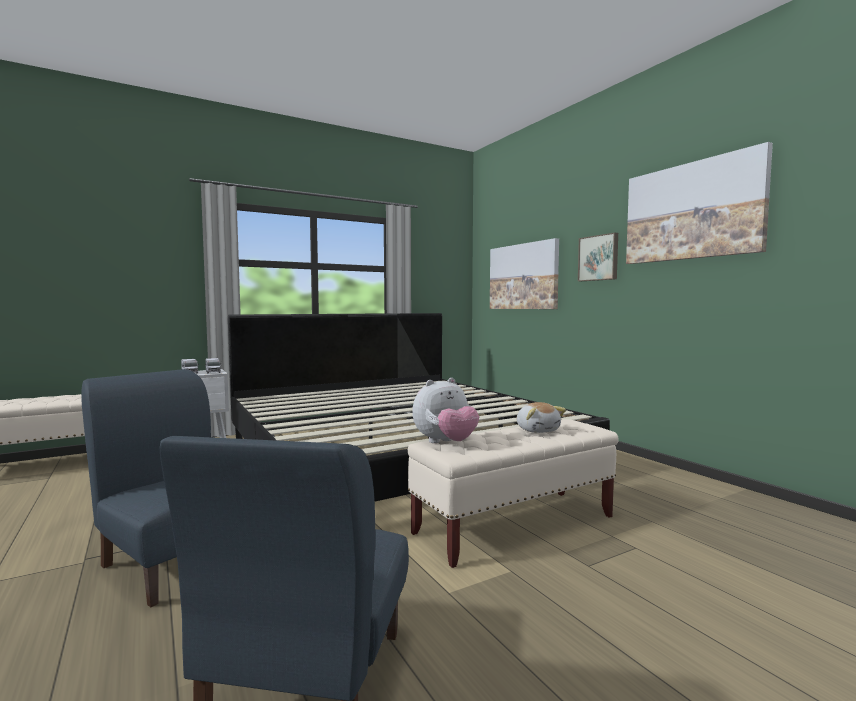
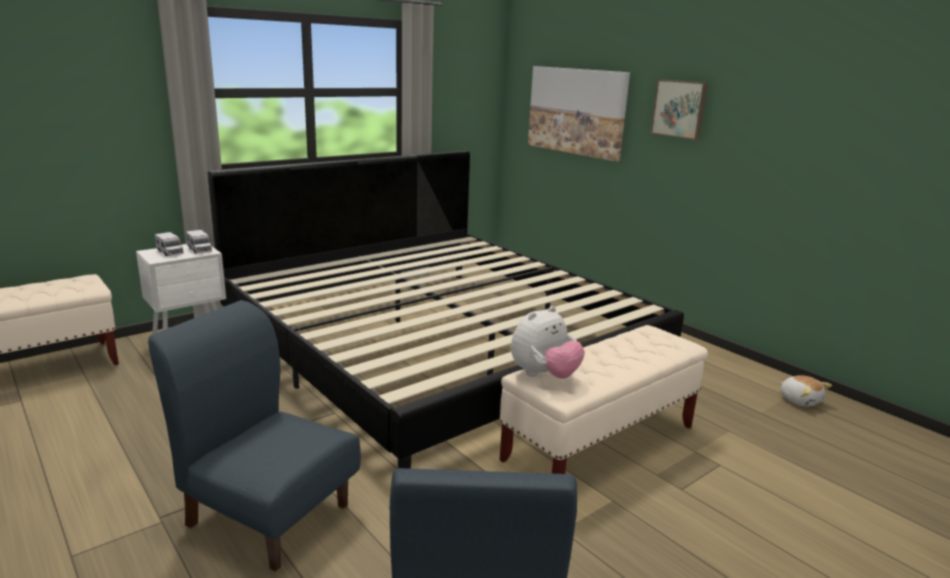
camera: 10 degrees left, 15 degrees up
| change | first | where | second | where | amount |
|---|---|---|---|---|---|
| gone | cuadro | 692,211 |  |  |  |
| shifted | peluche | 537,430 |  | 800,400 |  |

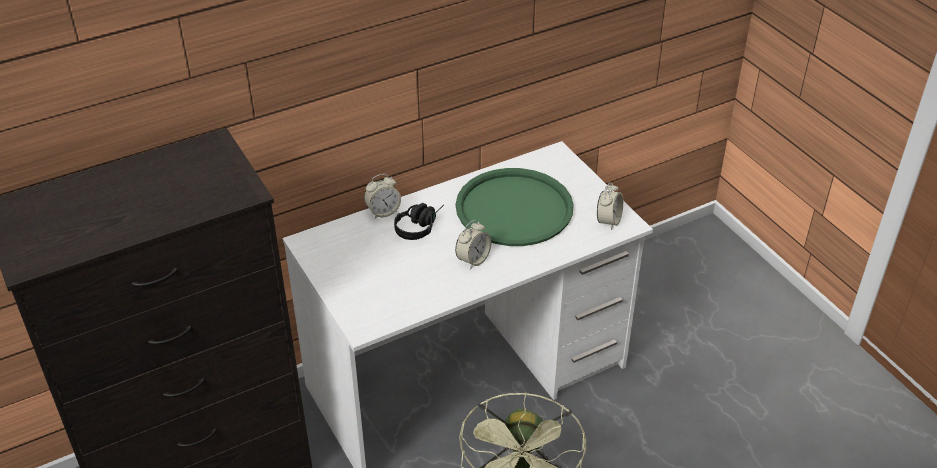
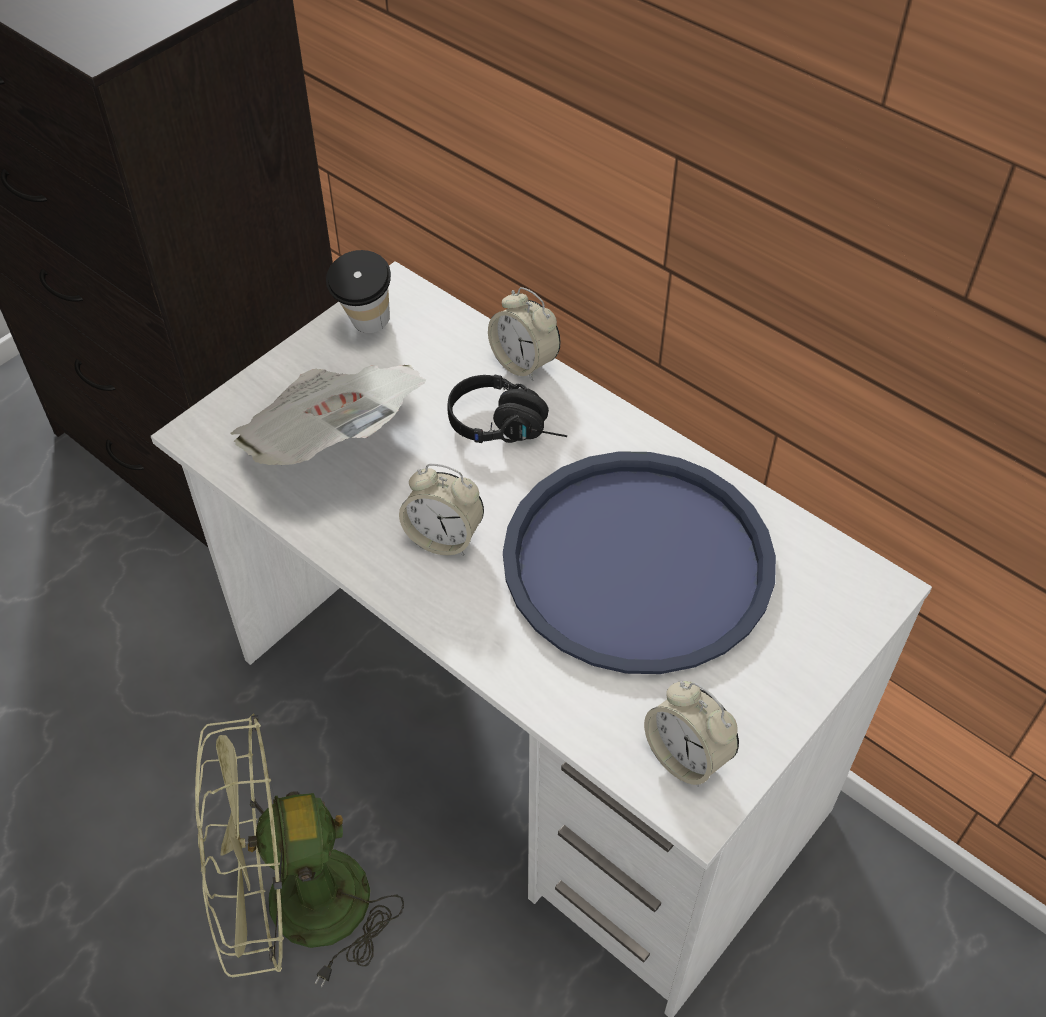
camera: 70 degrees right, 10 degrees up
| change | first | where | second | where | amount |
|---|---|---|---|---|---|
| new |  |  | periódico | 332,443 |  |
| new |  |  | taza | 366,329 |  |
| repainted | bandeja/verde | 514,208 | bandeja/azul | 638,561 |  |
| rotated | despertador | 608,221 |  | 686,756 | 45 degrees clockwise |

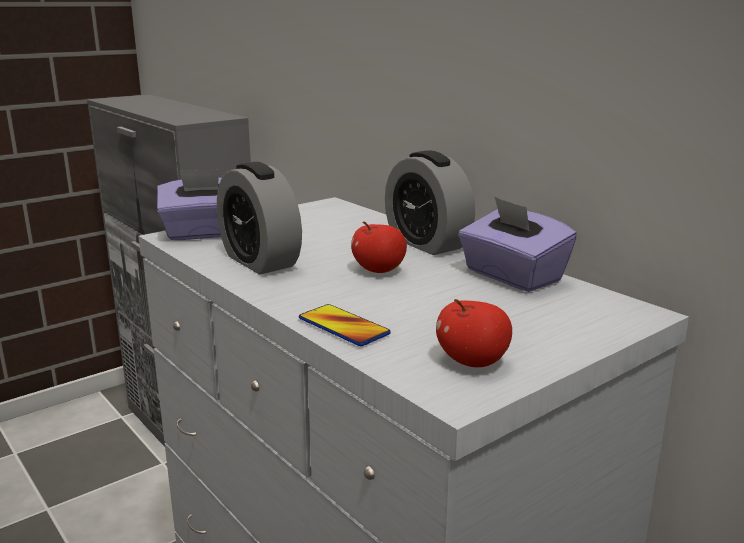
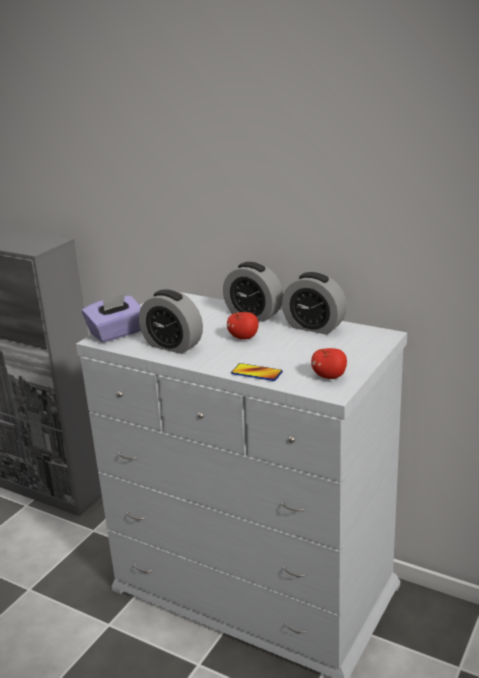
camera: 20 degrees left, 5 degrees up
| change | first | where | second | where | amount |
|---|---|---|---|---|---|
| swapped | caja de pañuelos/morado | 512,276 | despertador | 314,327 |  |

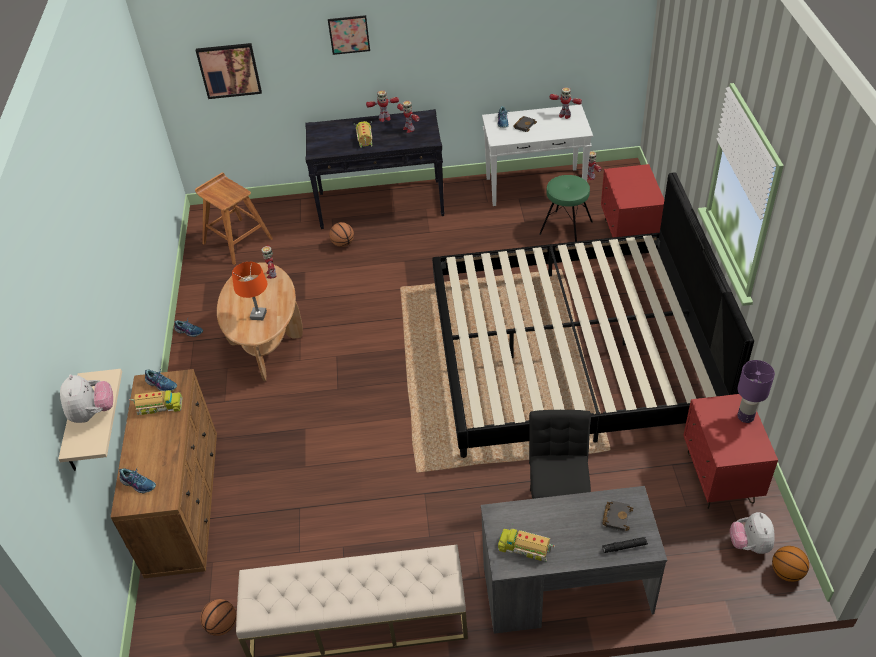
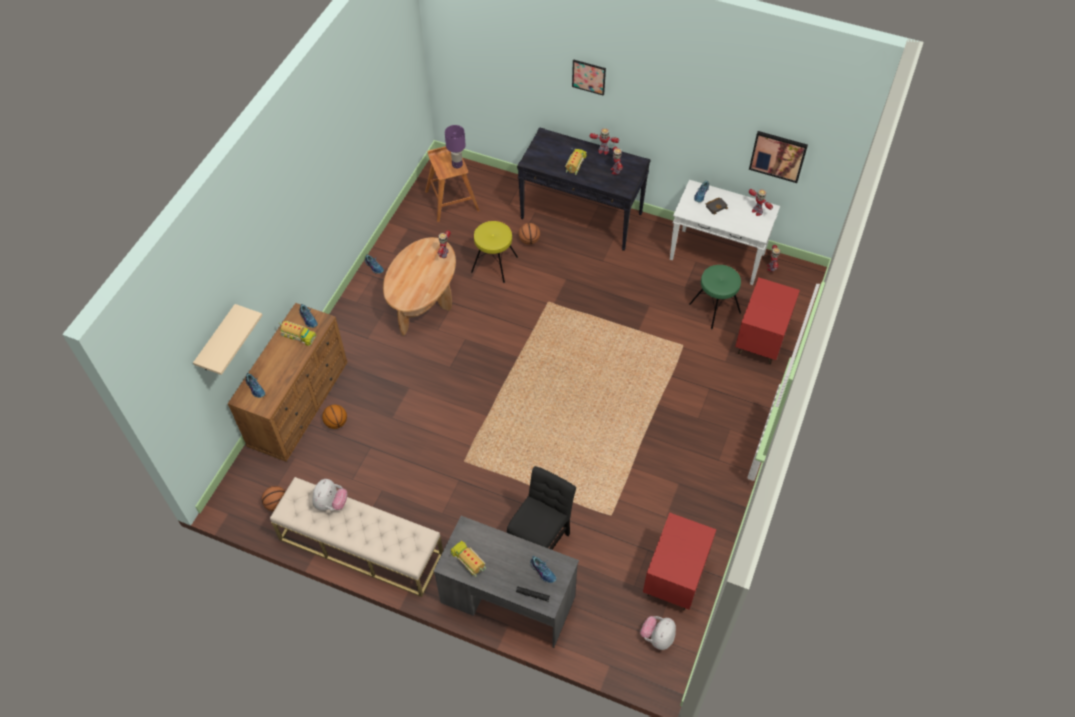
camera: 25 degrees right, 10 degrees up
| change | first | where | second | where | amount |
|---|---|---|---|---|---|
| gone | lámpara de mesa/naranja | 258,315 |  |  |  |
| gone | cama | 570,353 |  |  |  |
| new |  |  | taburete/amarillo | 494,264 |  |
| shifted | peluche | 93,413 |  | 331,503 |  |
| shifted | cuadro | 229,70 |  | 778,156 |  |
| shifted | lámpara de mesa/morado | 745,416 |  | 457,164 |  |
| shifted | balón de baloncesto | 787,572 |  | 336,423 |  |
| swapped | libro/negro | 616,516 | zapato | 543,571 |  |

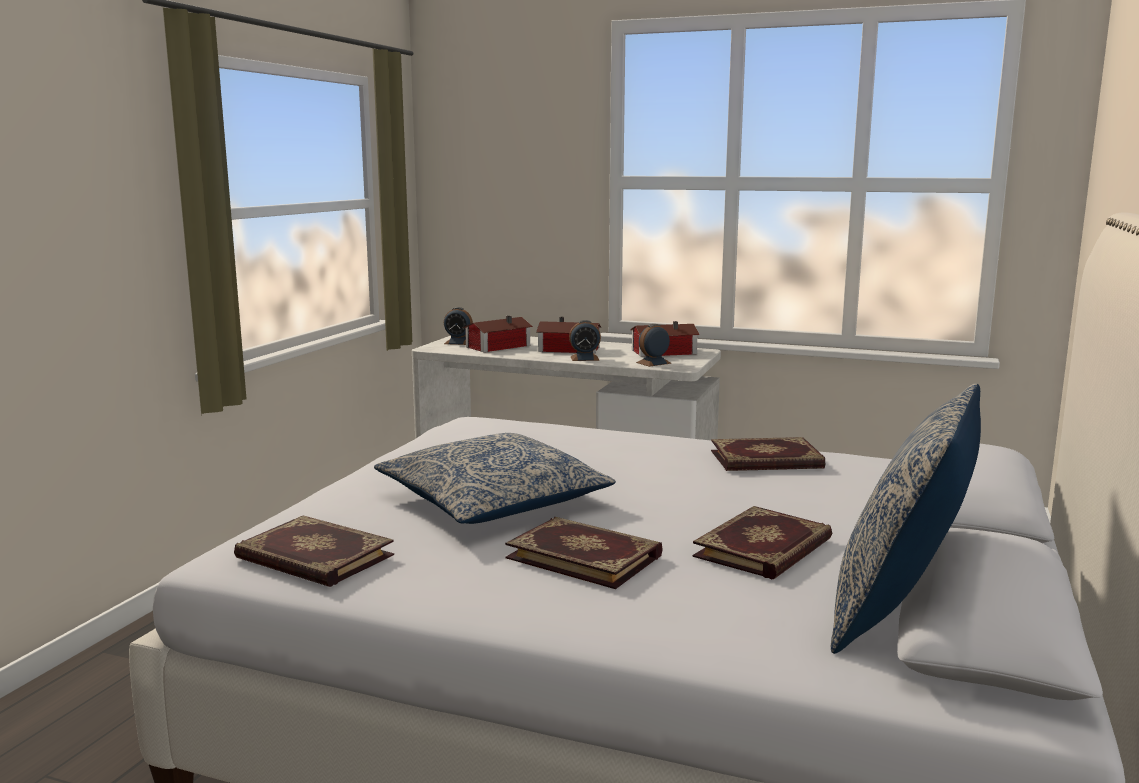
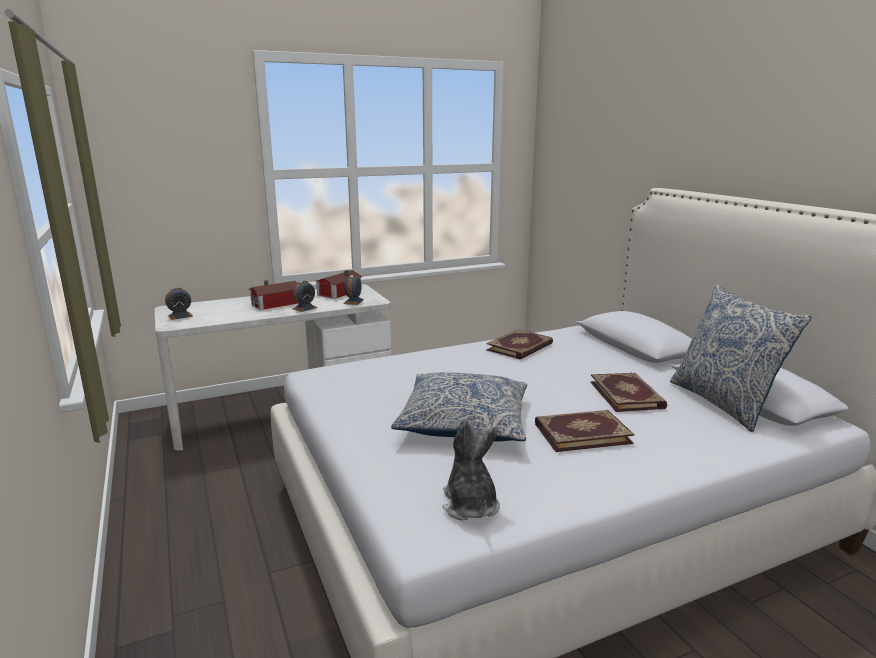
camera: 45 degrees left, 5 degrees up
| change | first | where | second | where | amount |
|---|---|---|---|---|---|
| gone | casita | 496,346 |  |  |  |
| swapped | libro | 313,558 | peluche | 470,505 |  |

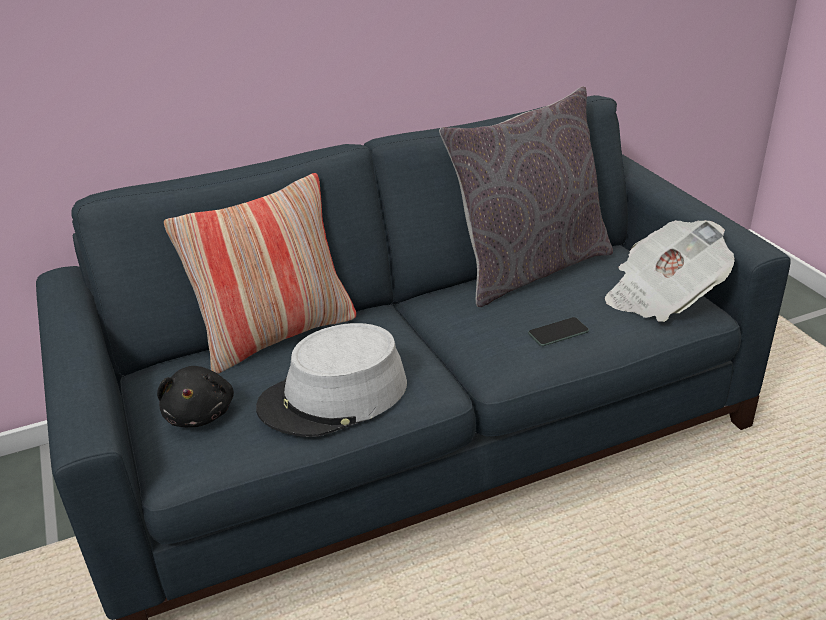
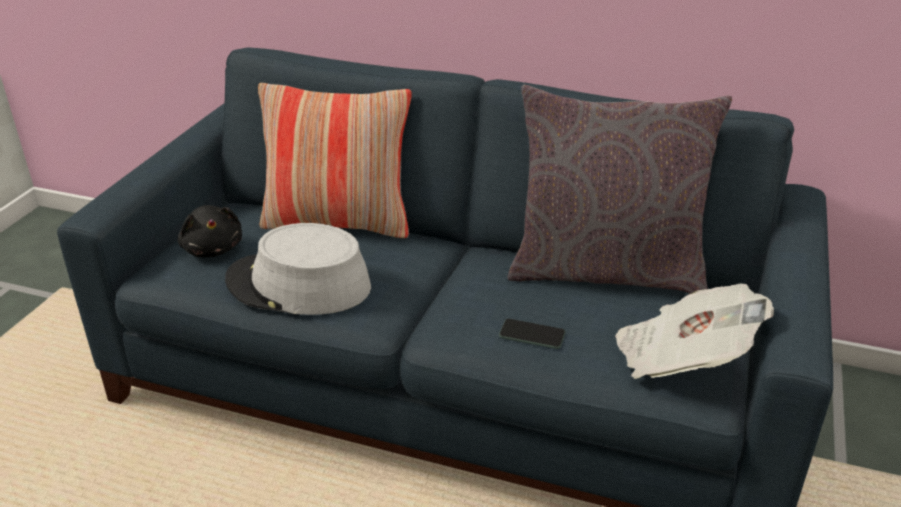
camera: 40 degrees right, 0 degrees up
| change | first | where | second | where | amount |
|---|---|---|---|---|---|
| rotated | peluche/negro | 200,413 |  | 213,248 | 60 degrees counterclockwise |

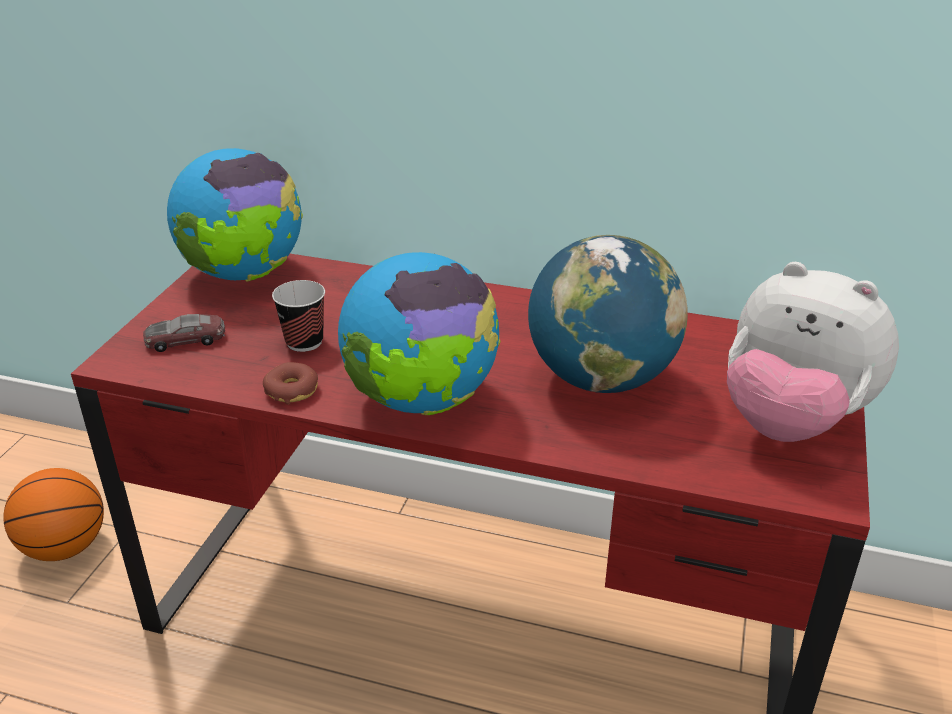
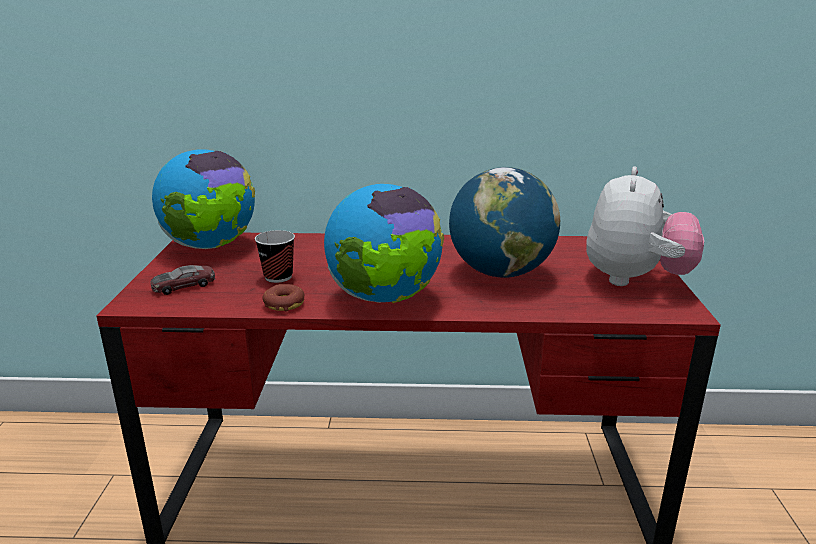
camera: 15 degrees left, 10 degrees down
| change | first | where | second | where | amount |
|---|---|---|---|---|---|
| gone | balón de baloncesto | 65,547 |  |  |  |
| rotated | peluche | 791,422 |  | 635,280 | 90 degrees counterclockwise |

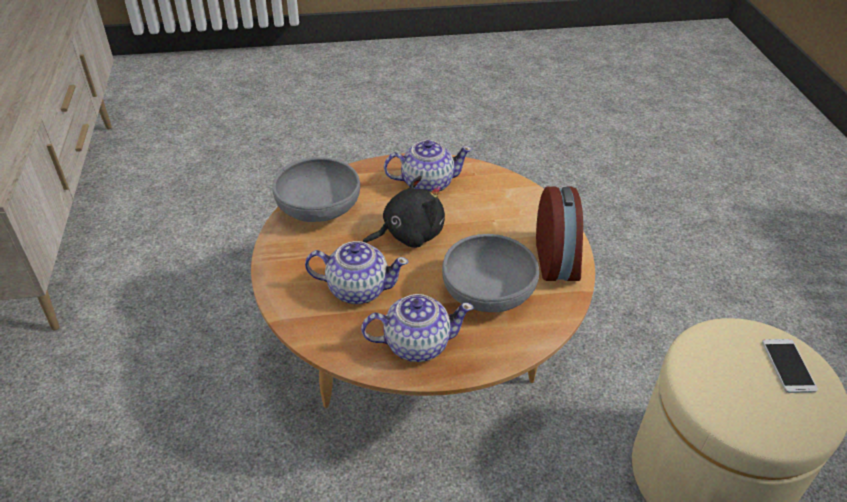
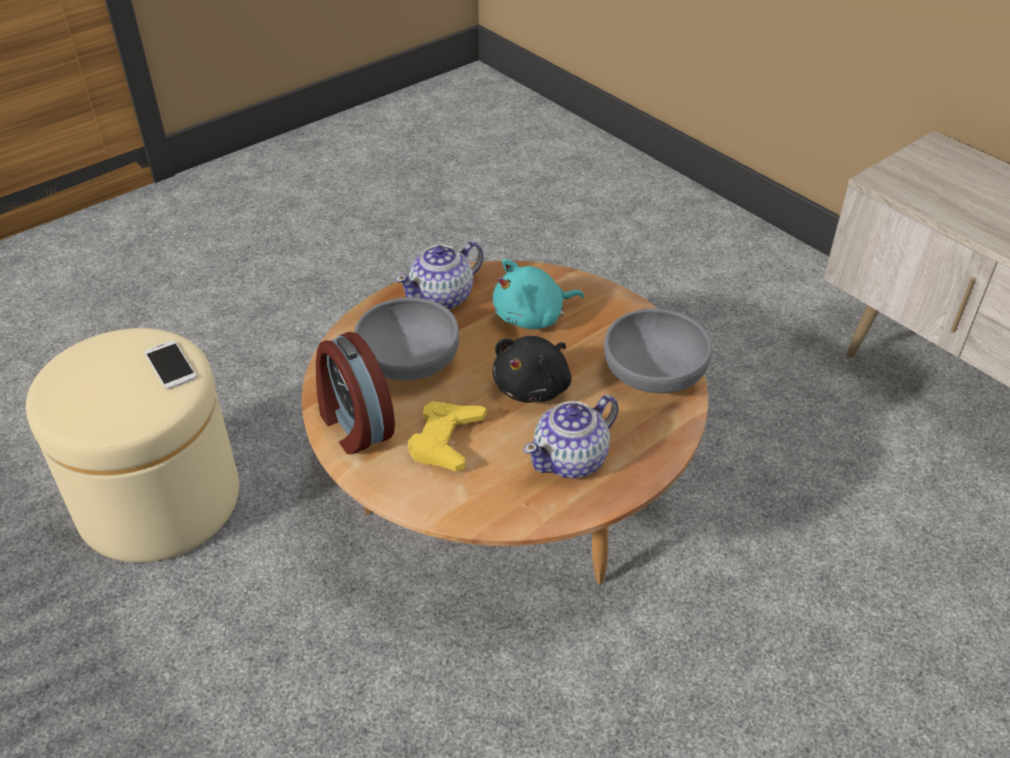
camera: 150 degrees right, 0 degrees up
| change | first | where | second | where | amount |
|---|---|---|---|---|---|
| new |  |  | mando de consola/amarillo | 446,440 |  |
| shifted | móvil | 788,366 |  | 170,365 |  |
| swapped | tetera | 357,289 | peluche/turquesa | 533,317 |  |

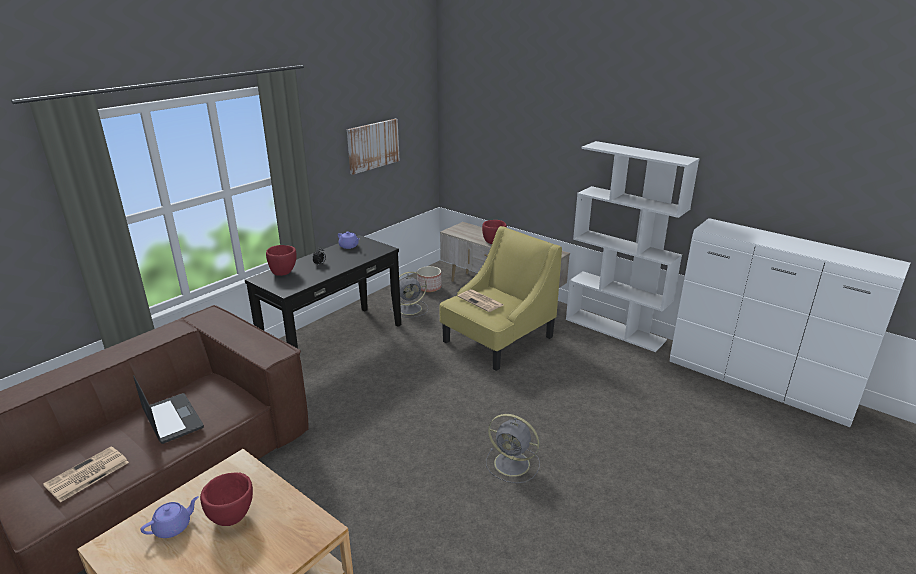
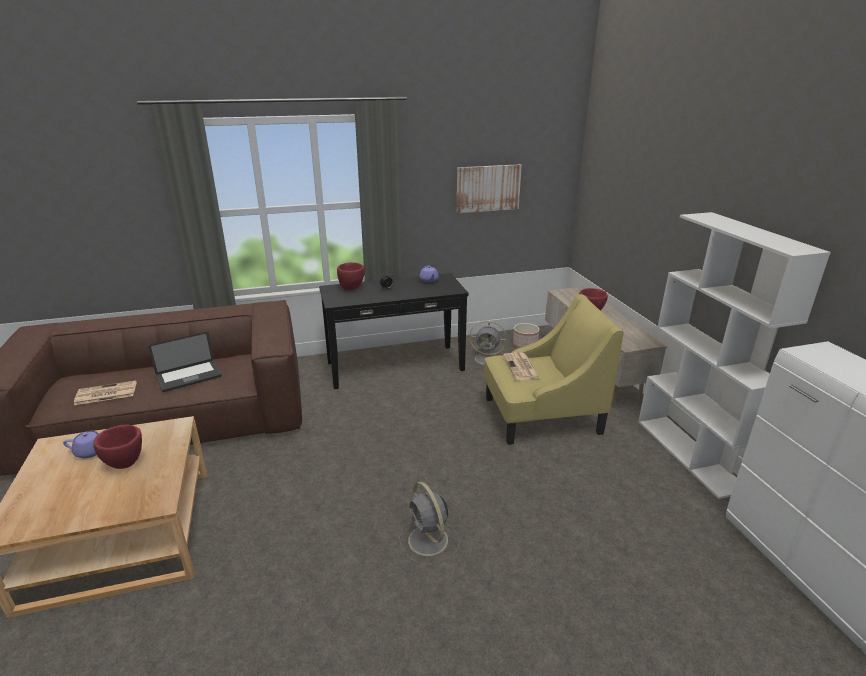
camera: 35 degrees right, 0 degrees up
| change | first | where | second | where | amount |
|---|---|---|---|---|---|
| rotated | portátil | 173,419 |  | 189,377 | 60 degrees clockwise |

